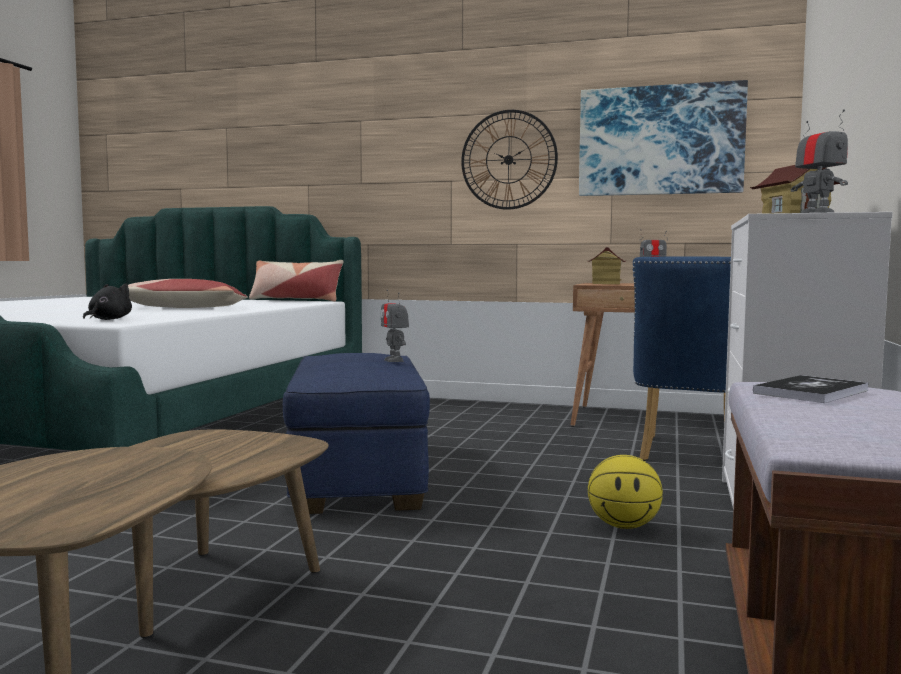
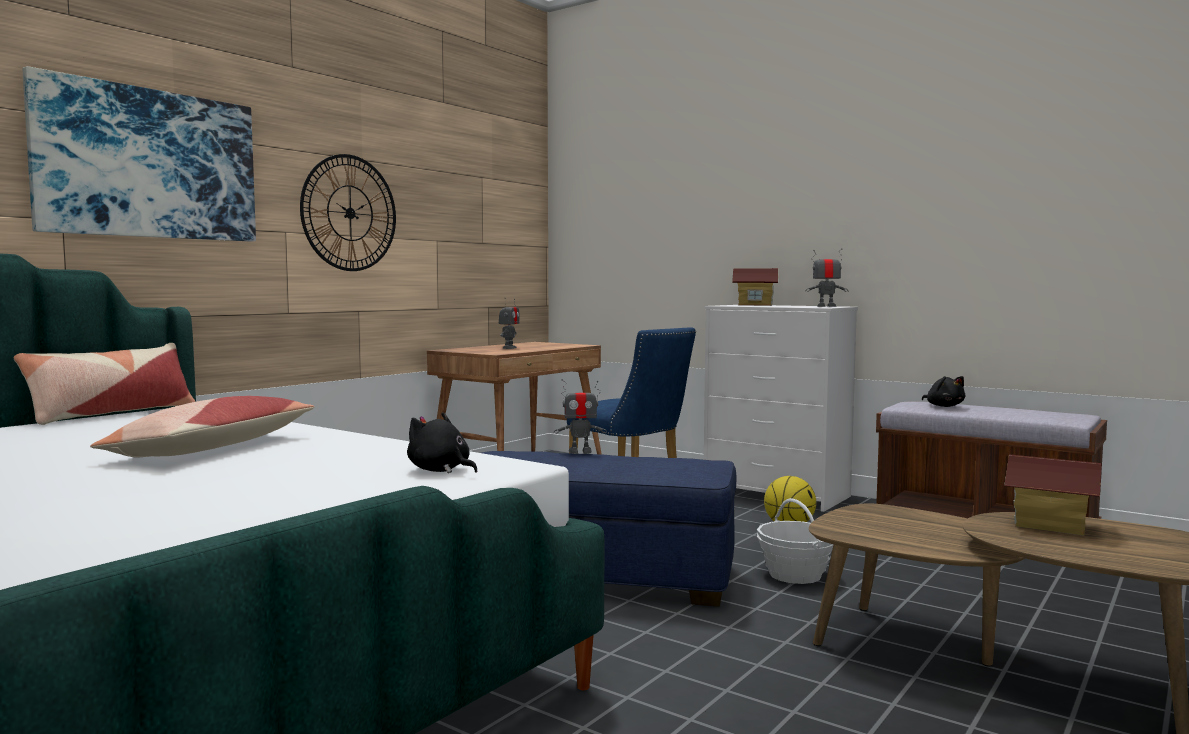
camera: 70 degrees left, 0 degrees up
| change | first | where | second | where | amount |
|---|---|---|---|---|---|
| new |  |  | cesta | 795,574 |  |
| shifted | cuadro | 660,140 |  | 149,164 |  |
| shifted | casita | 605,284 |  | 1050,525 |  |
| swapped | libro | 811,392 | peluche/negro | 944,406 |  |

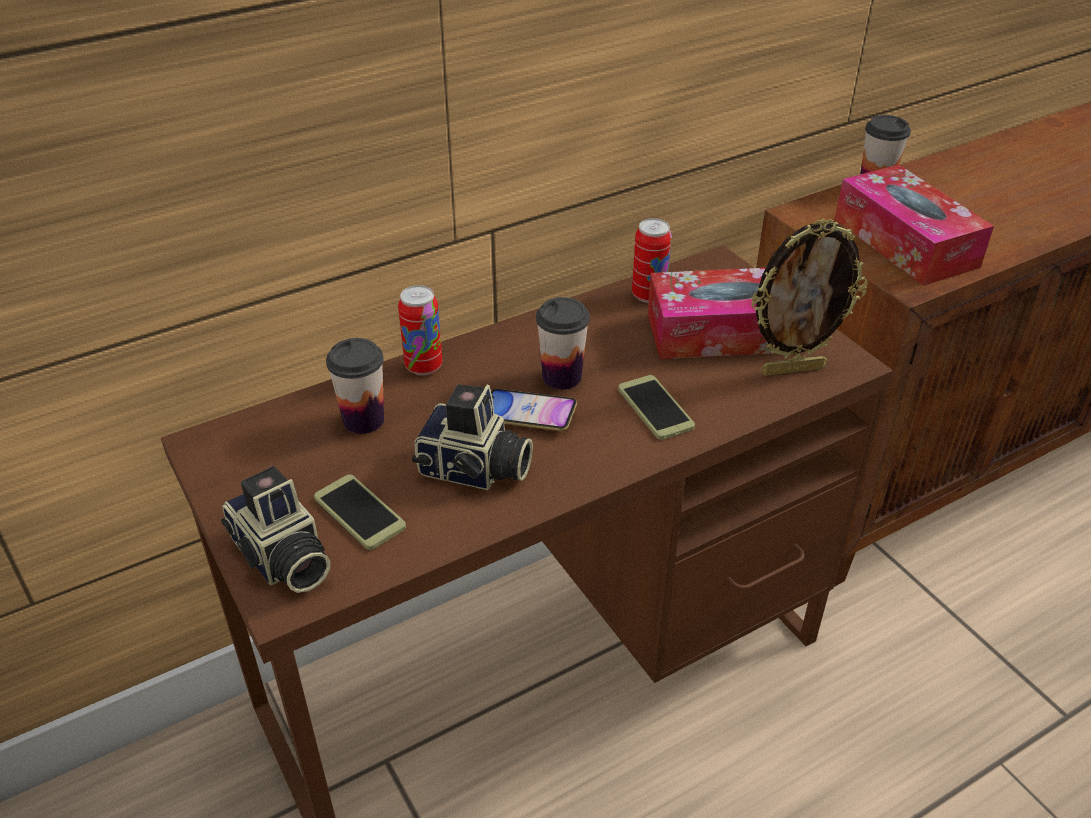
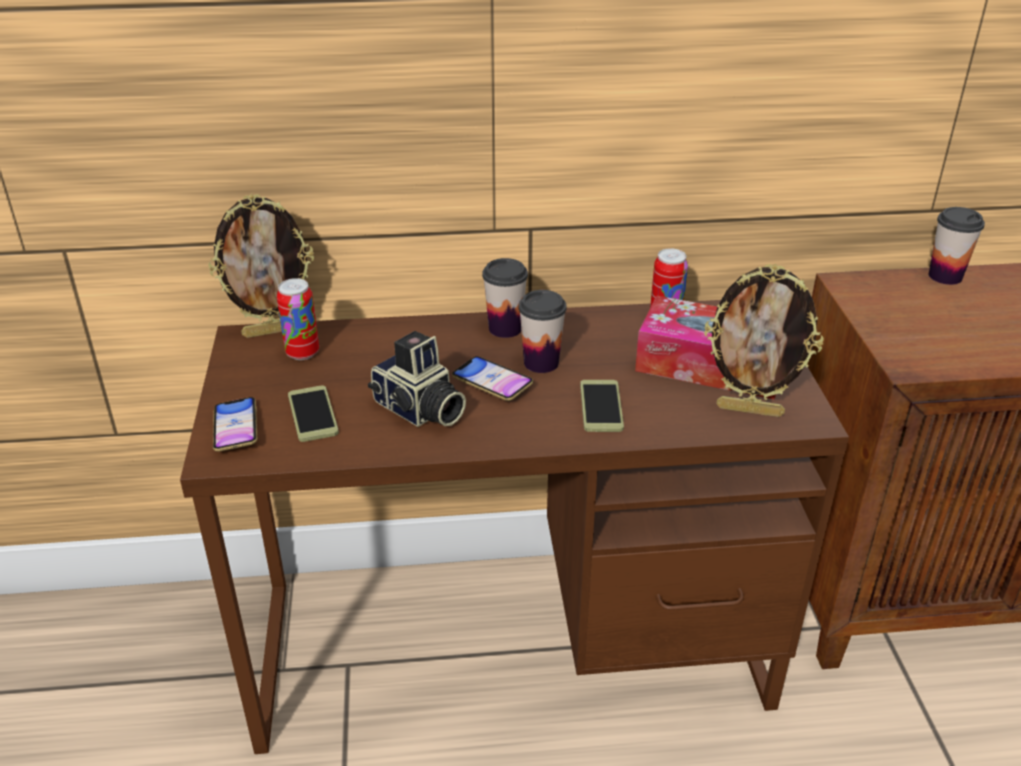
camera: 25 degrees right, 5 degrees down
| change | first | where | second | where | amount |
|---|---|---|---|---|---|
| gone | caja de pañuelos | 905,242 |  |  |  |
| new |  |  | portarretratos | 272,331 |  |
| shifted | taza | 363,420 |  | 505,328 |  |
| shifted | lata | 423,366 |  | 302,353 |  |
| swapped | cámara | 281,559 | móvil | 236,429 |  |

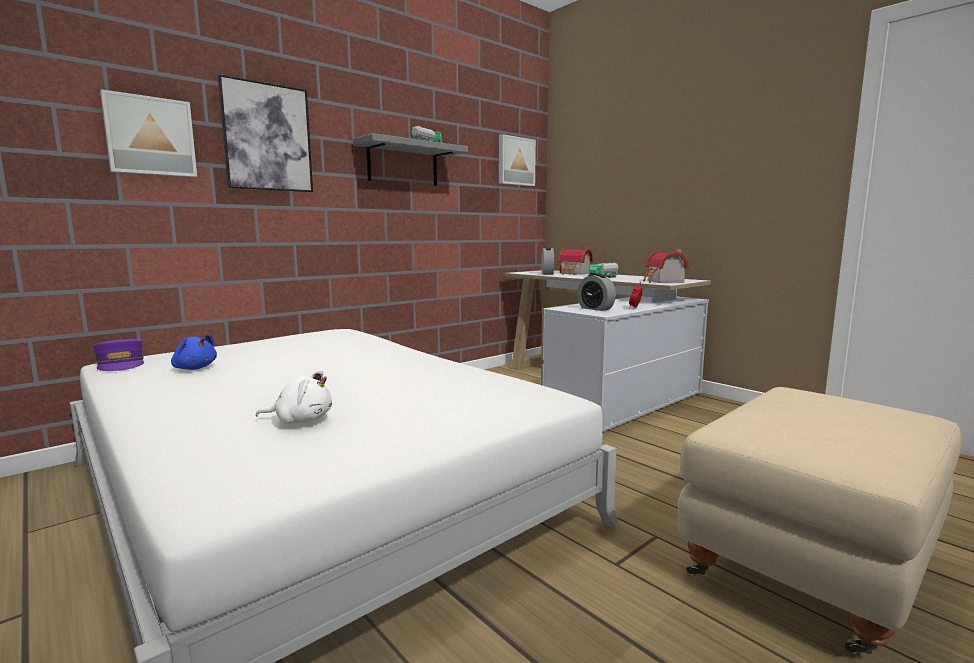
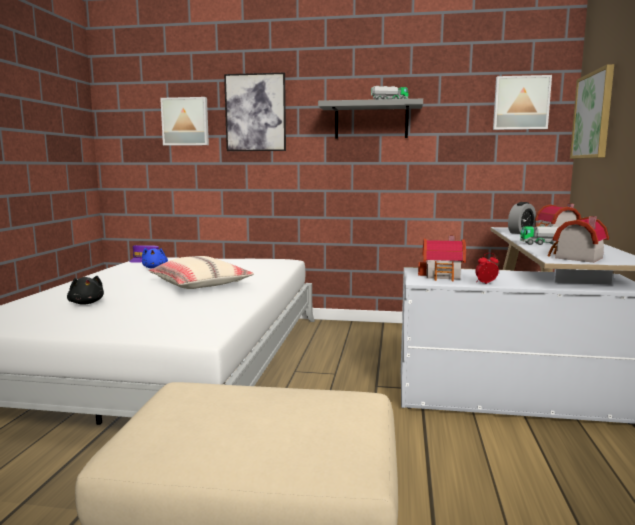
camera: 50 degrees right, 0 degrees up
| change | first | where | second | where | amount |
|---|---|---|---|---|---|
| new |  |  | cojín/beis | 201,284 |  |
| new |  |  | cuadro | 593,115 |  |
| swapped | despertador | 595,309 | casita | 443,276 |  |
| repainted | peluche/blanco | 301,420 | peluche/negro | 86,303 |  |

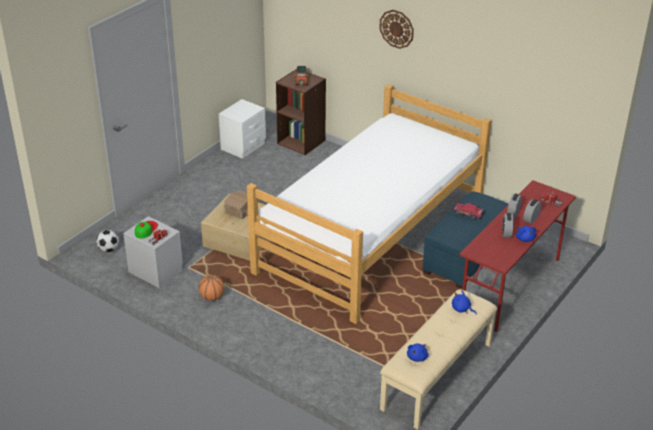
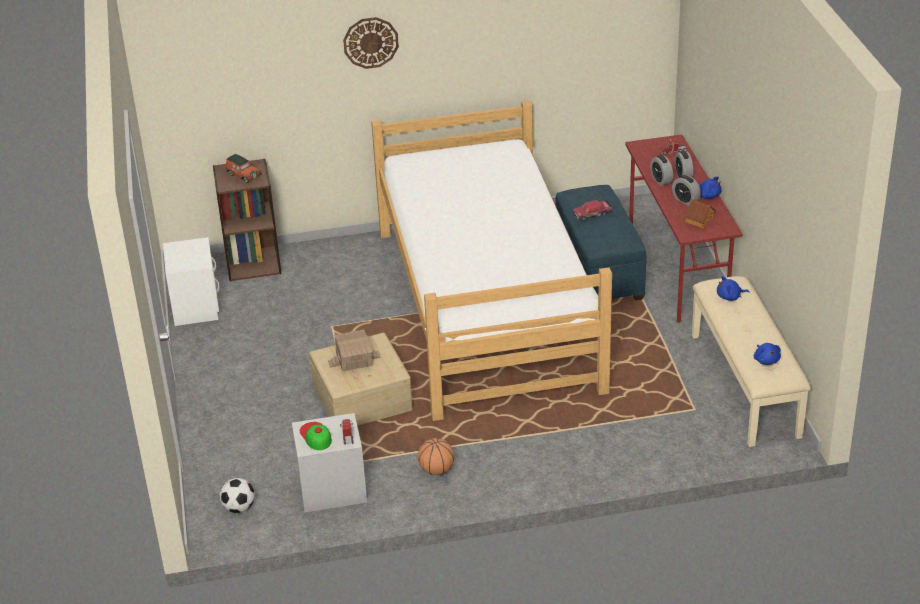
camera: 45 degrees left, 0 degrees up
| change | first | where | second | where | amount |
|---|---|---|---|---|---|
| new |  |  | casita | 700,220 |  |

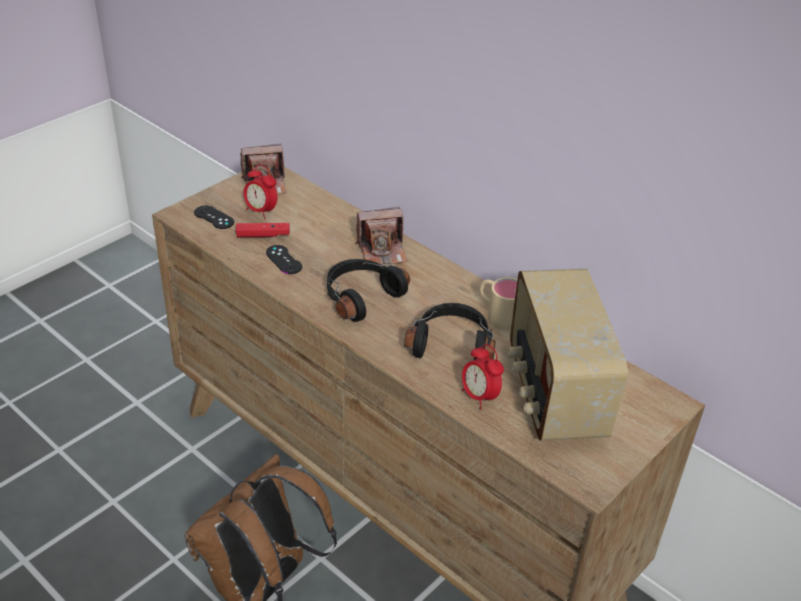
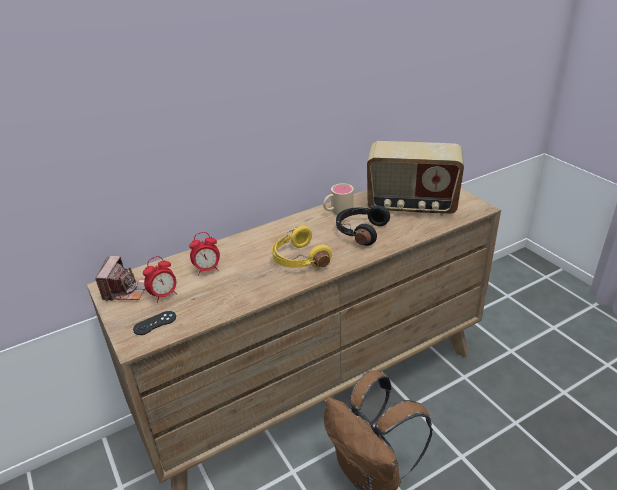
camera: 70 degrees left, 5 degrees down
| change | first | where | second | where | amount |
|---|---|---|---|---|---|
| gone | mando de consola/rojo | 263,235 |  |  |  |
| gone | mando de consola/negro | 284,260 |  |  |  |
| gone | cámara | 382,251 |  |  |  |
| shifted | despertador | 479,396 |  | 207,270 |  |
| repainted | auriculares/negro | 360,296 | auriculares/amarillo | 298,259 |  |

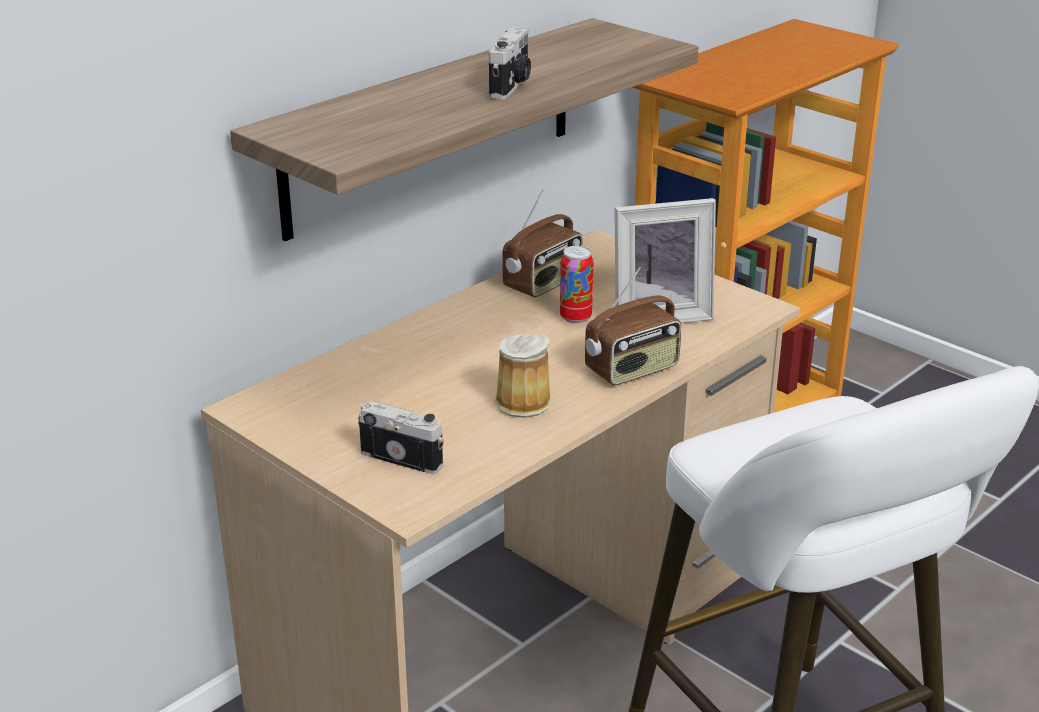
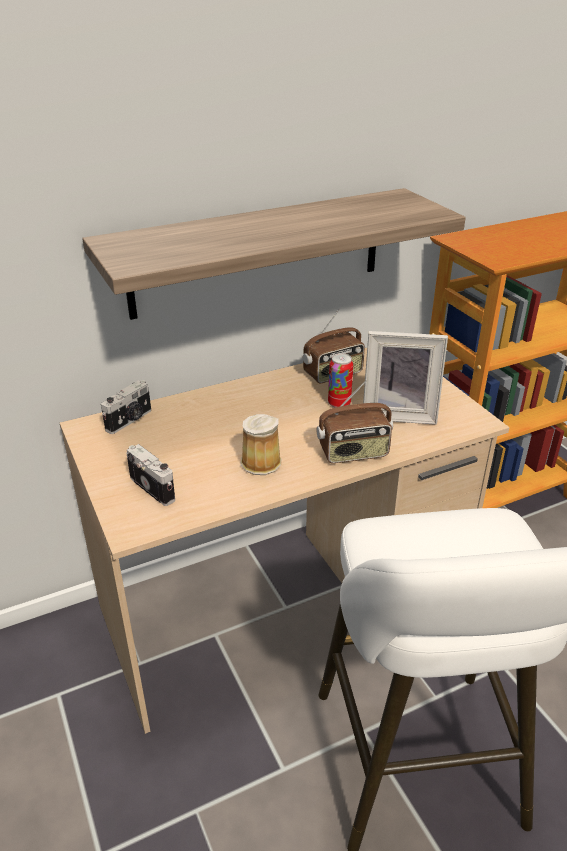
camera: 20 degrees right, 5 degrees up
| change | first | where | second | where | amount |
|---|---|---|---|---|---|
| shifted | cámara | 511,86 |  | 130,420 |  |

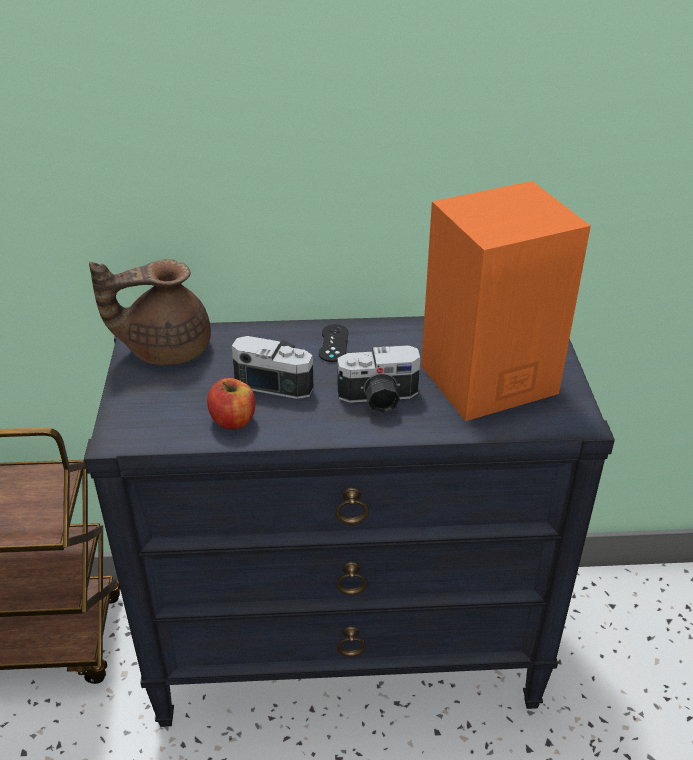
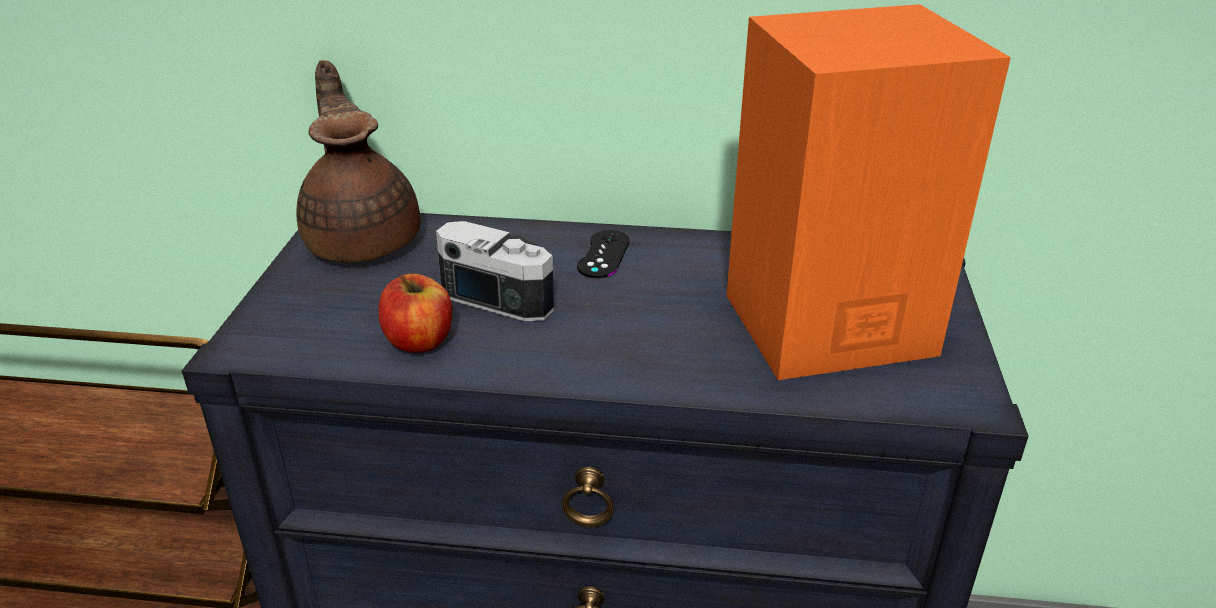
camera: 10 degrees right, 5 degrees down
| change | first | where | second | where | amount |
|---|---|---|---|---|---|
| gone | cámara | 379,399 |  |  |  |
| rotated | tetera/marrón | 165,348 |  | 364,239 | 75 degrees clockwise |

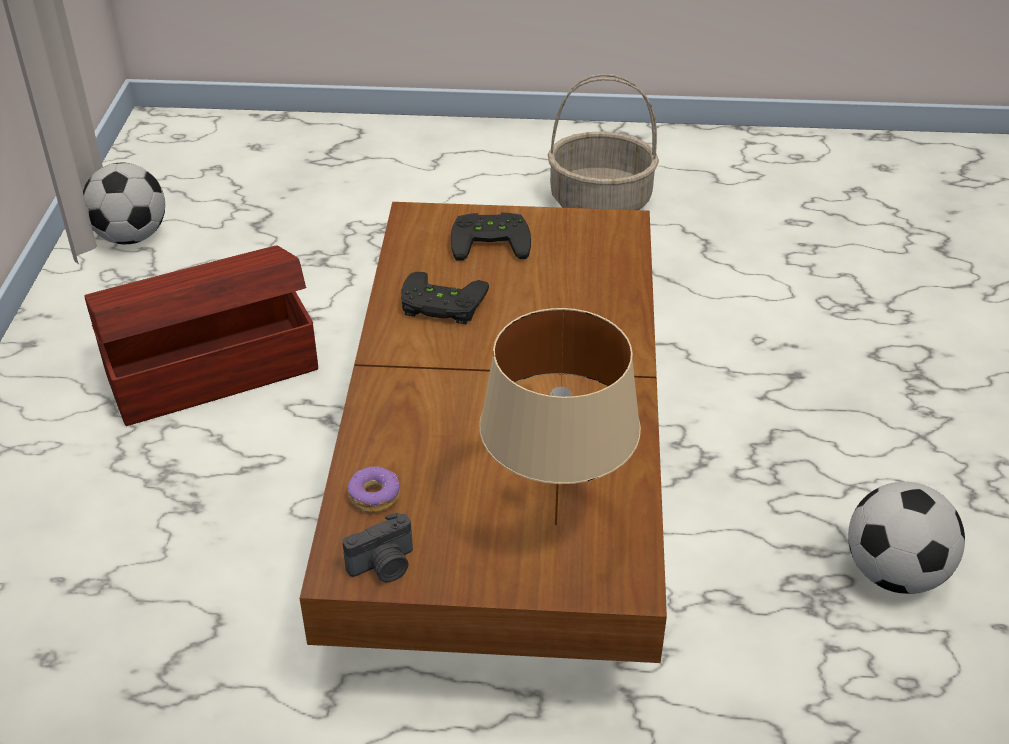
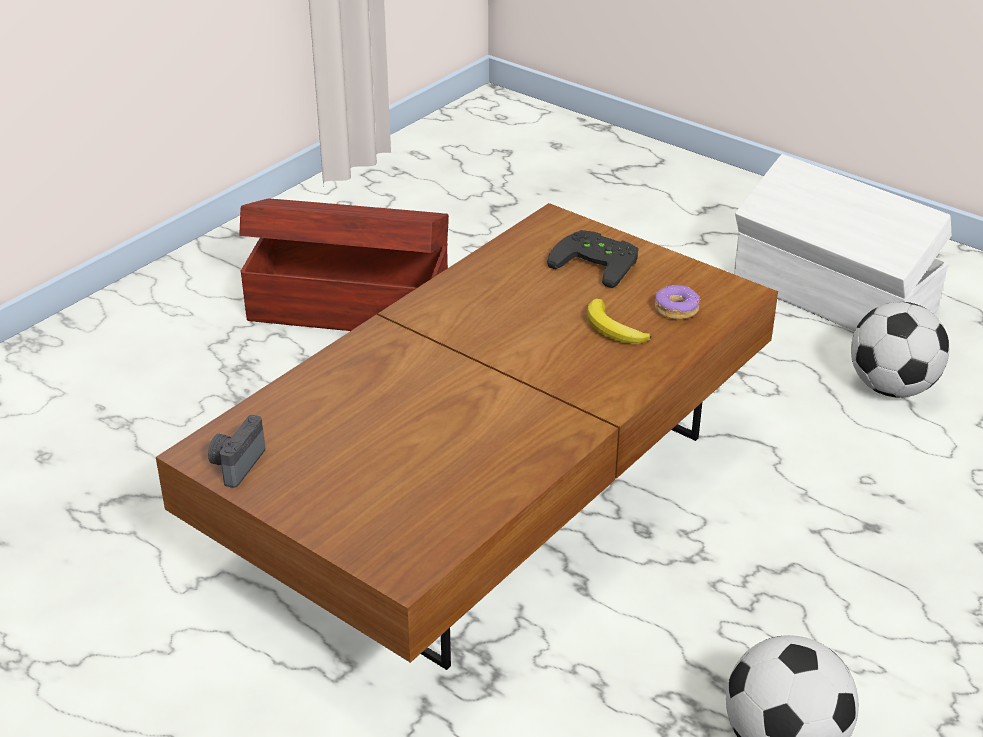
camera: 35 degrees right, 5 degrees down
| change | first | where | second | where | amount |
|---|---|---|---|---|---|
| gone | mando de consola/negro | 441,306 |  |  |  |
| gone | lámpara de mesa/beis | 555,526 |  |  |  |
| new |  |  | plátano | 613,329 |  |
| shifted | balón de fútbol | 132,236 |  | 892,387 |  |
| shifted | rosquilla | 374,496 |  | 676,309 |  |
| swapped | cesta | 601,201 | caja de almacenaje/blanco | 833,297 |  |
| rotated | cámara | 384,566 |  | 236,464 | 105 degrees clockwise |

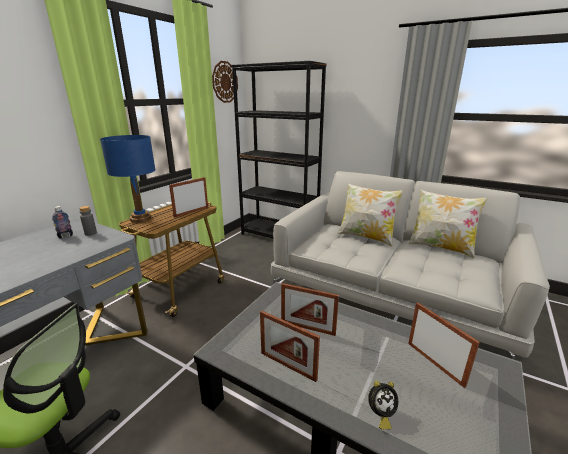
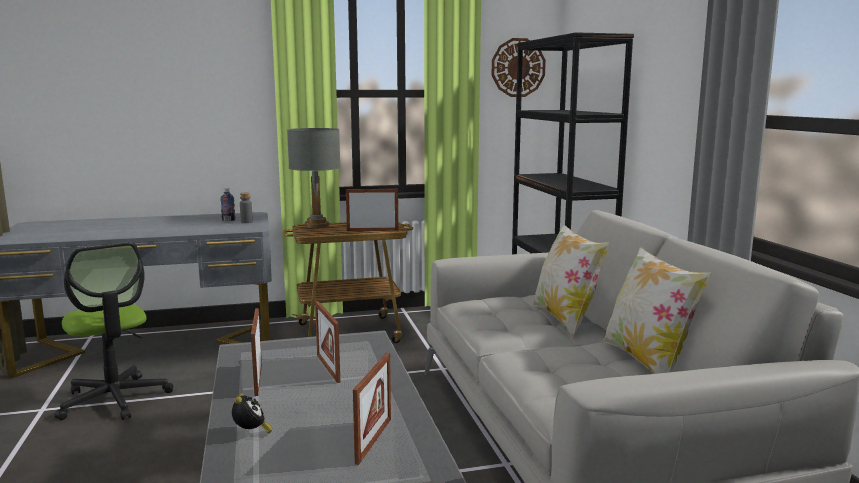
camera: 45 degrees right, 10 degrees down
| change | first | where | second | where | amount |
|---|---|---|---|---|---|
| repainted | lámpara de mesa/azul | 141,218 | lámpara de mesa/gris | 317,225 |  |
| rotated | despertador | 380,414 |  | 251,433 | 135 degrees counterclockwise |

